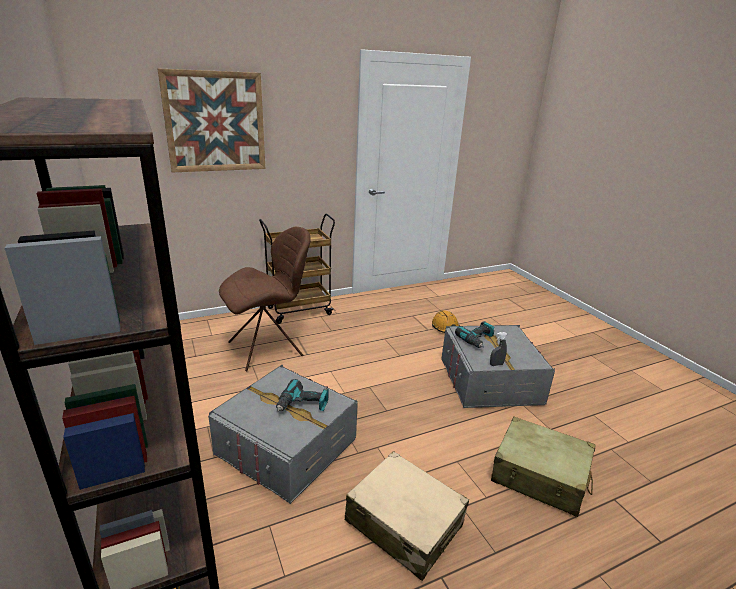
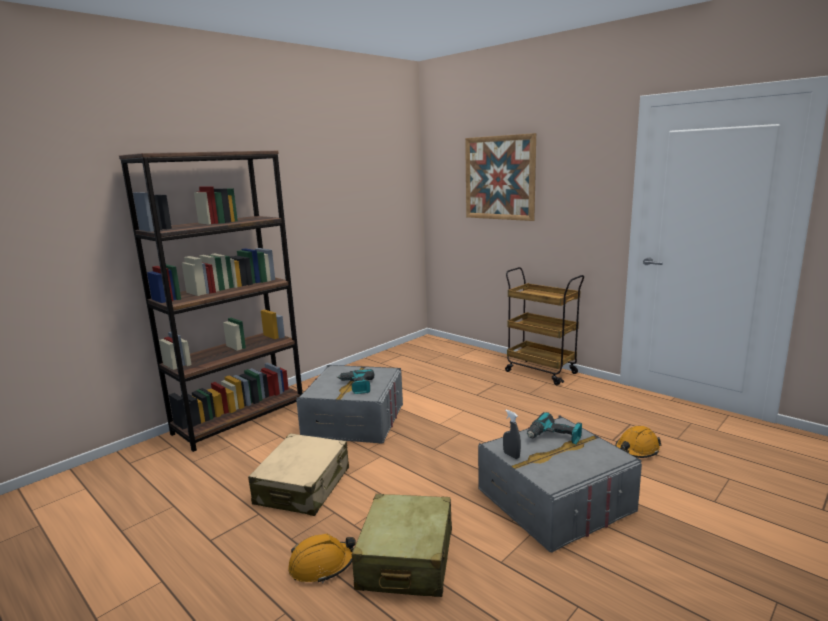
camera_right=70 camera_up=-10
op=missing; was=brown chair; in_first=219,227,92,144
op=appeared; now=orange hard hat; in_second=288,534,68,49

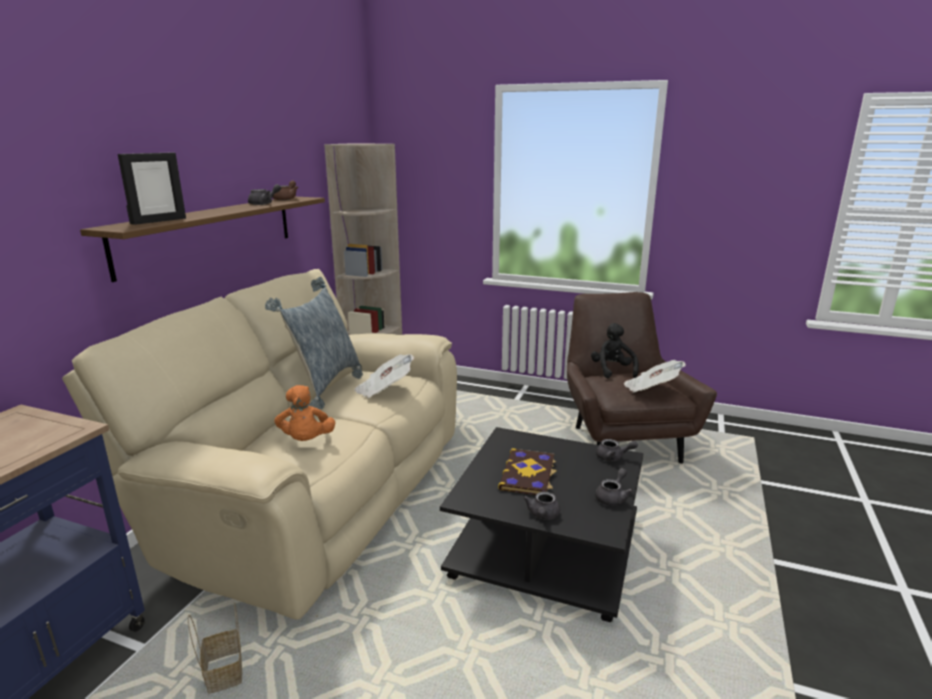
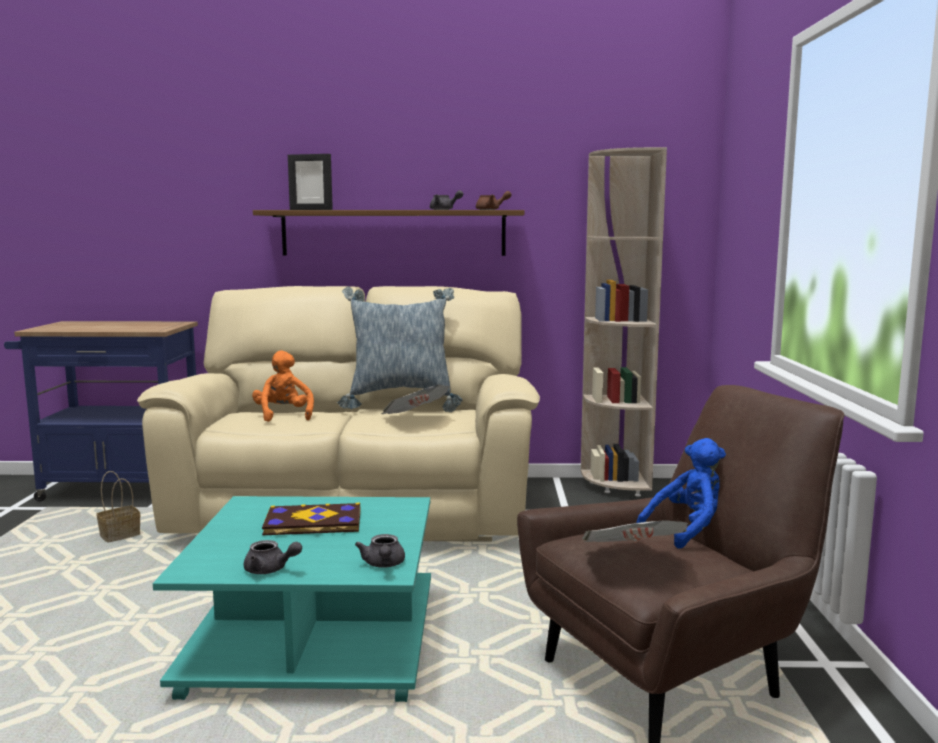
camera_right=70 camera_up=-10
op=missing; was=grey teapot; in_first=523,491,37,29
op=colour; was=black coffee table; now=turquoise coffee table; in_first=440,427,204,195; in_second=153,496,278,206
op=colour; was=black plush toy; now=blue plush toy; in_first=591,323,48,56; in_second=637,438,89,111
op=spun; was=orange plush toy; in_first=274,385,61,56; in_second=252,350,62,72; clockwise=105

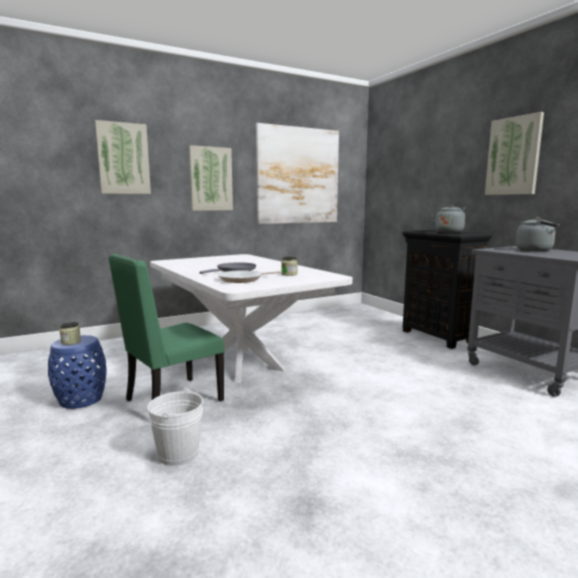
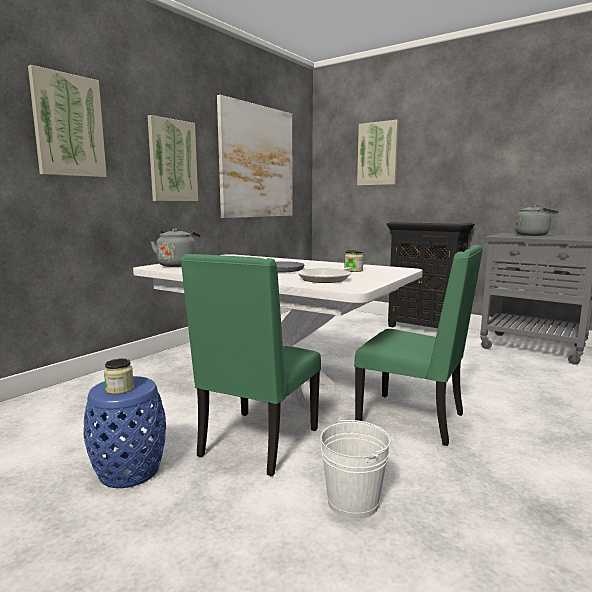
camera_right=-25 camera_up=0
op=appeared; now=green chair; in_second=354,245,129,201
op=relocated; was=grey kettle; in_first=430,205,38,28; in_second=150,228,51,39
op=relocated; was=picture; in_first=485,112,59,83; in_second=357,120,42,66

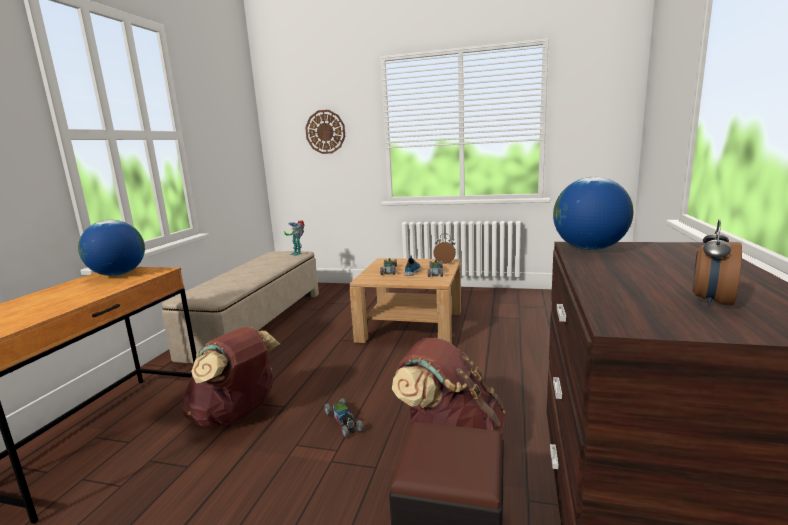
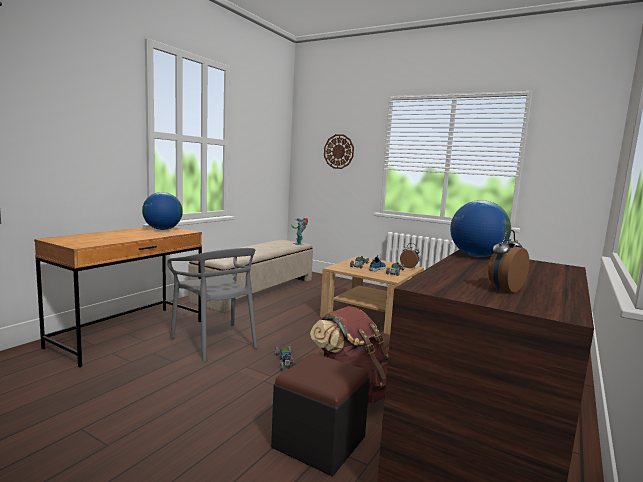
camera_right=15 camera_up=-5
op=exchanged; was=brown backpack; now=grey chair; in_first=181,327,99,100; in_second=167,248,90,114

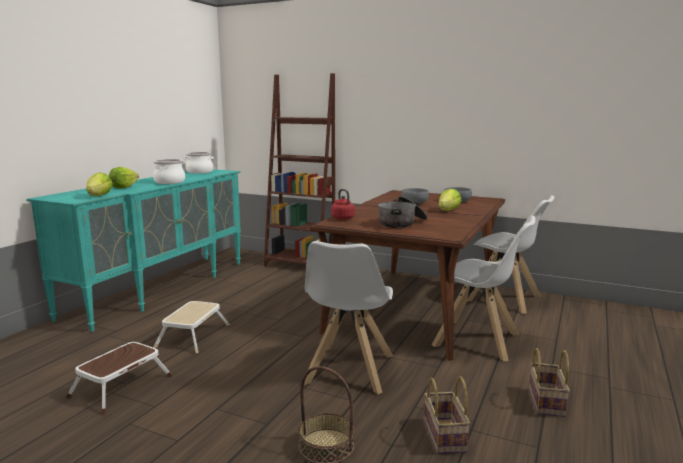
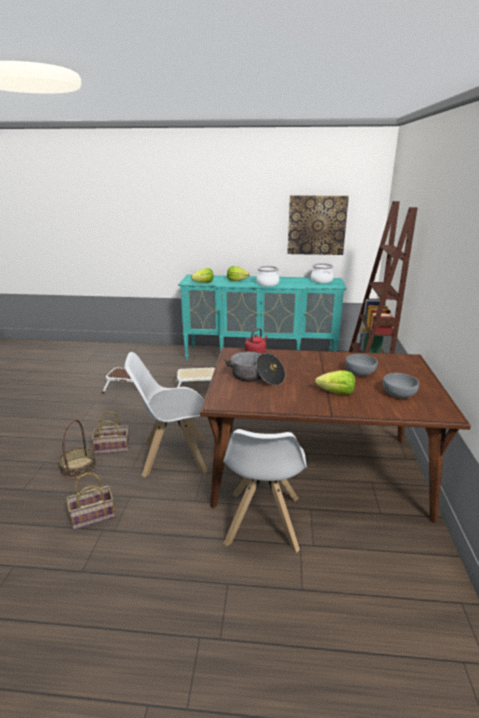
camera_right=70 camera_up=10
op=missing; was=chair; in_first=467,195,88,119
op=appeared; now=picture; in_second=287,195,62,60
op=relocated; was=basket; in_first=529,348,41,69; in_second=92,412,37,43

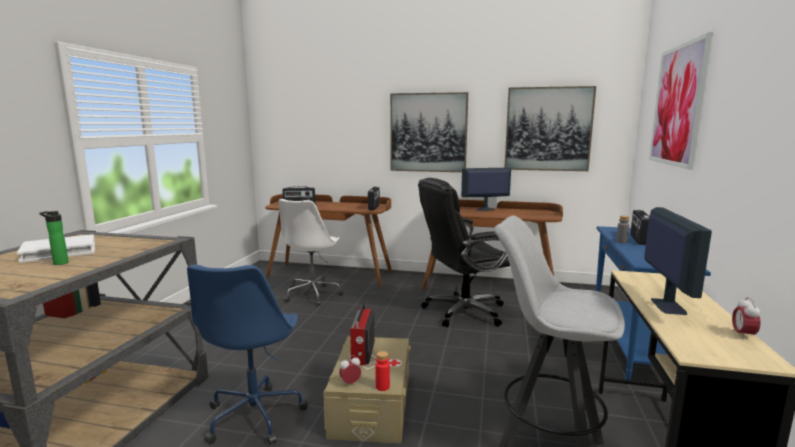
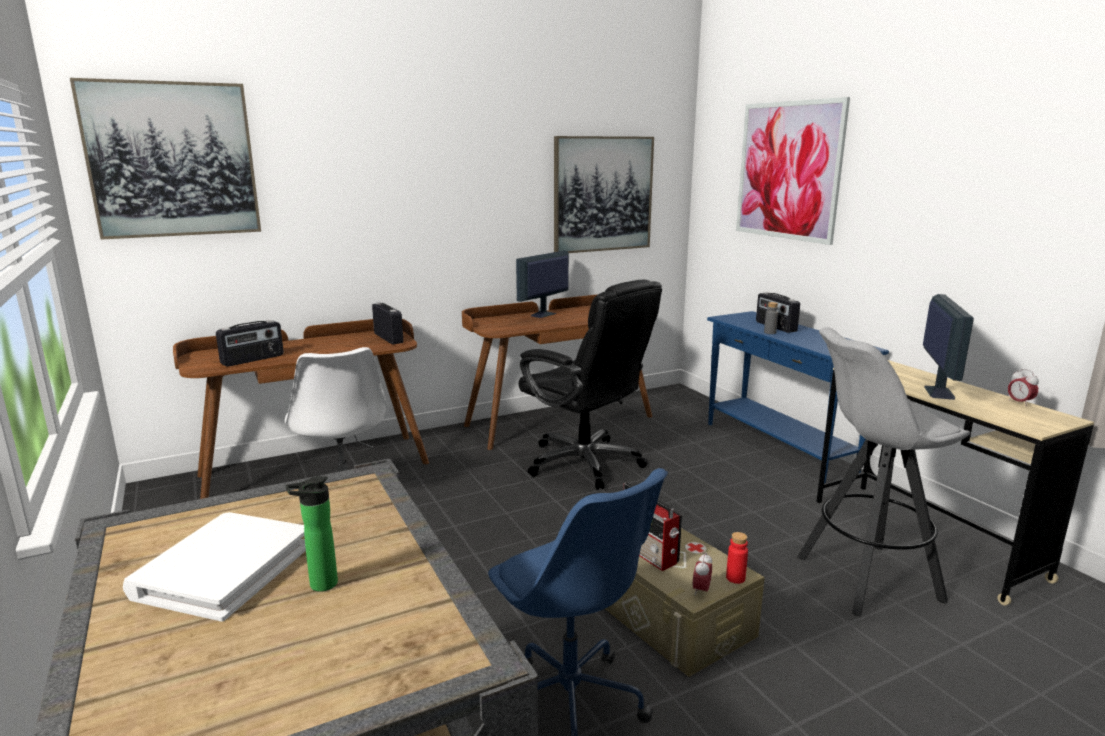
camera_right=-40 camera_up=5
op=relocated; was=picture; in_first=390,92,78,80; in_second=70,78,191,162
op=spun; was=black office chair; in_first=418,178,92,149; in_second=519,280,143,210; clockwise=-75
op=spun; was=monitor; in_first=644,207,68,108; in_second=923,294,51,106; clockwise=45

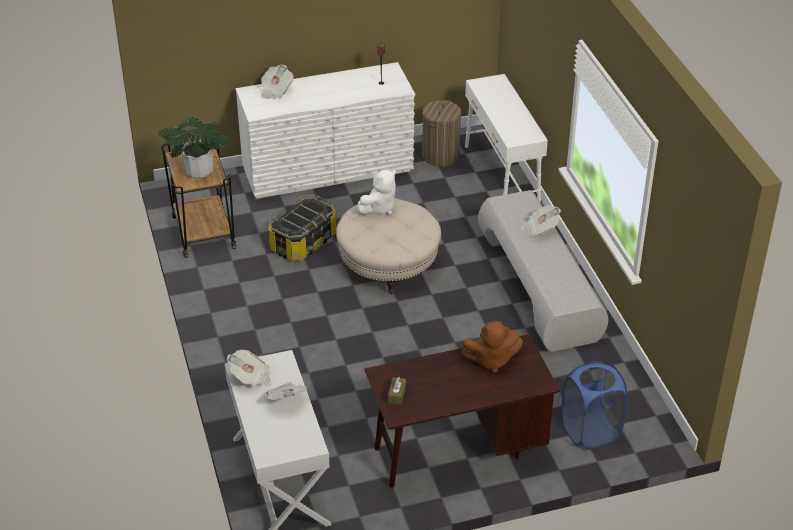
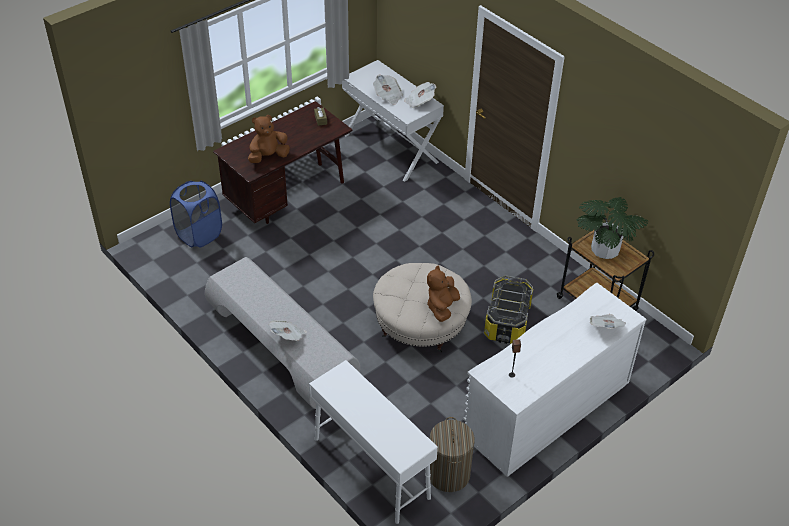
camera_right=155 camera_up=5
op=colour; was=white plush toy; now=brown plush toy; in_first=357,170,39,45; in_second=427,266,33,56

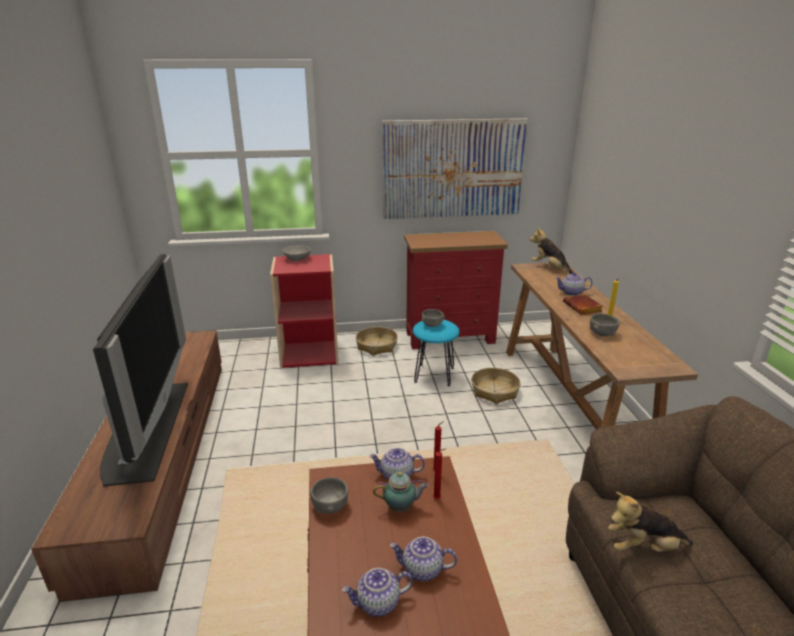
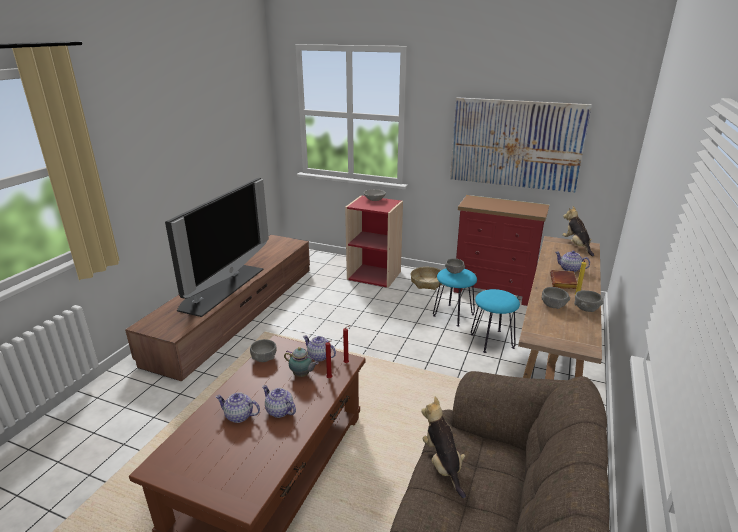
camera_right=30 camera_up=0
op=appeared; now=grey bowl; in_second=574,290,30,22
op=exchanged; was=basket; now=turquoise stool; in_first=471,368,50,36; in_second=470,289,50,64
op=spun; was=plush toy; in_first=608,492,85,60; in_second=421,397,45,102; clockwise=45

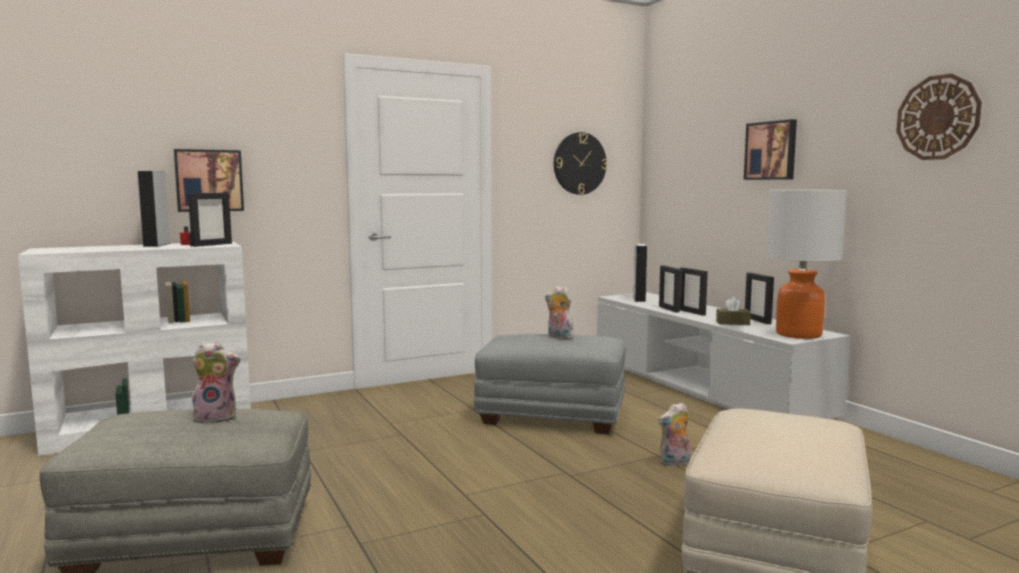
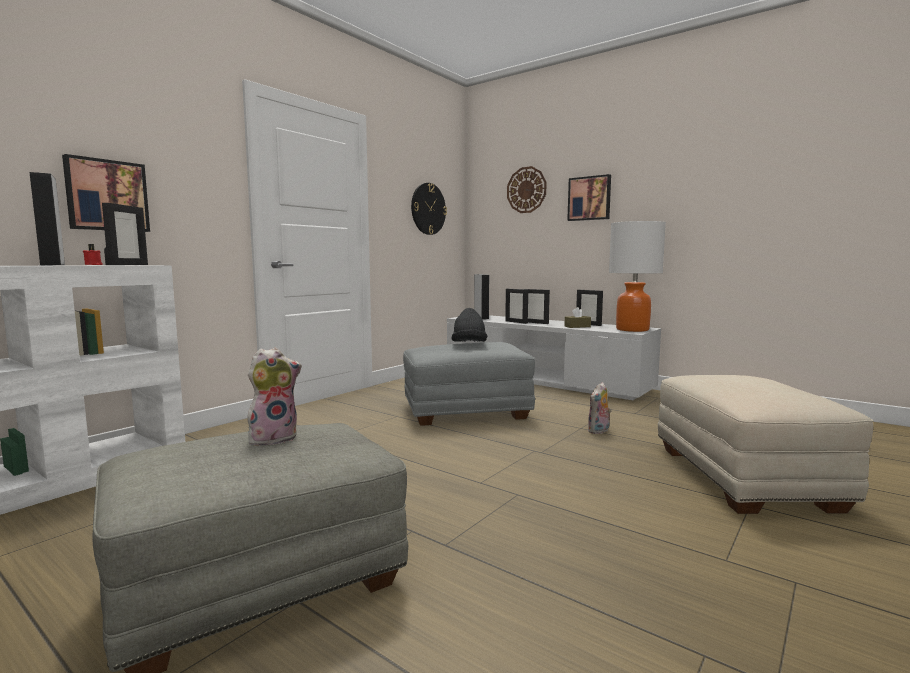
camera_right=-25 camera_up=0
op=relocated; was=wall clock; in_first=896,74,86,86; in_second=507,166,40,47
op=exchanged; was=plush toy; now=black hat; in_first=545,286,31,53; in_second=451,308,36,34

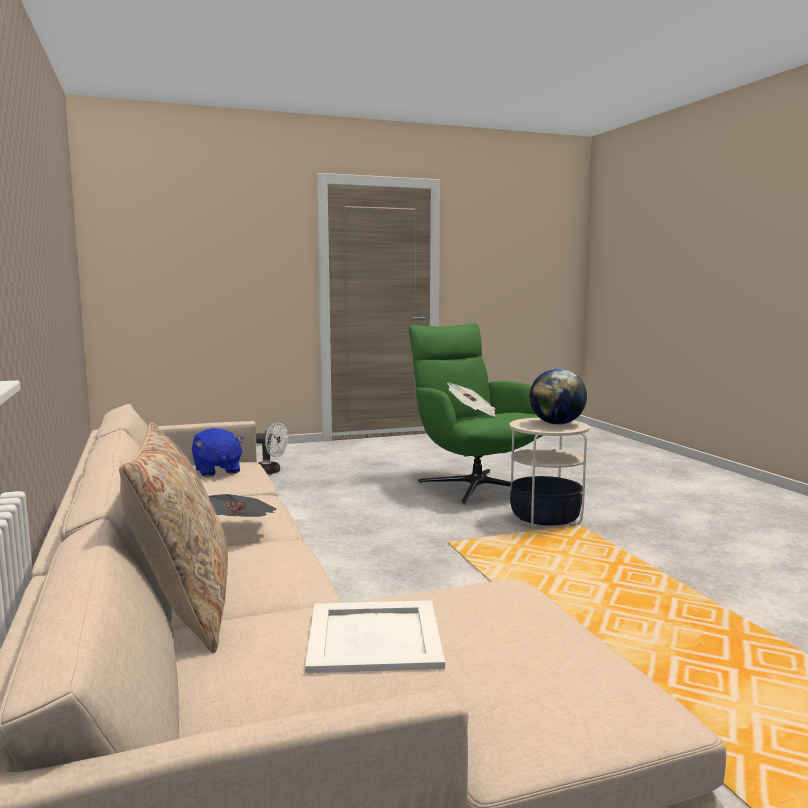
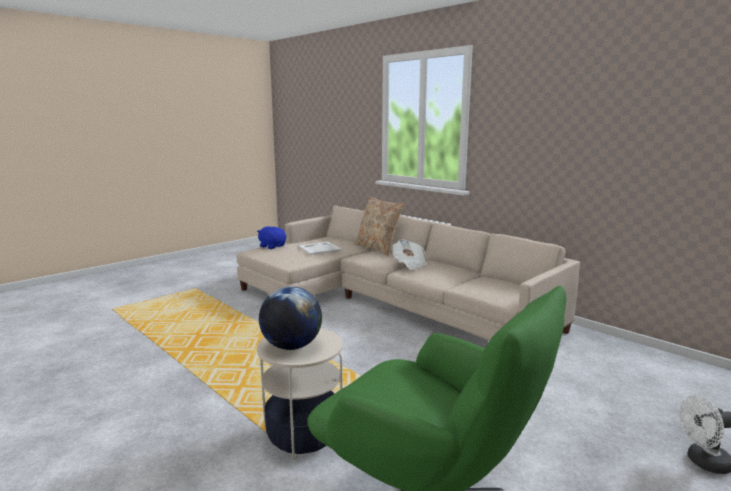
camera_right=155 camera_up=5
op=missing; was=newspaper; in_first=447,383,49,34
op=relocated; was=blue plush toy; in_first=192,428,52,49; in_second=257,226,29,23

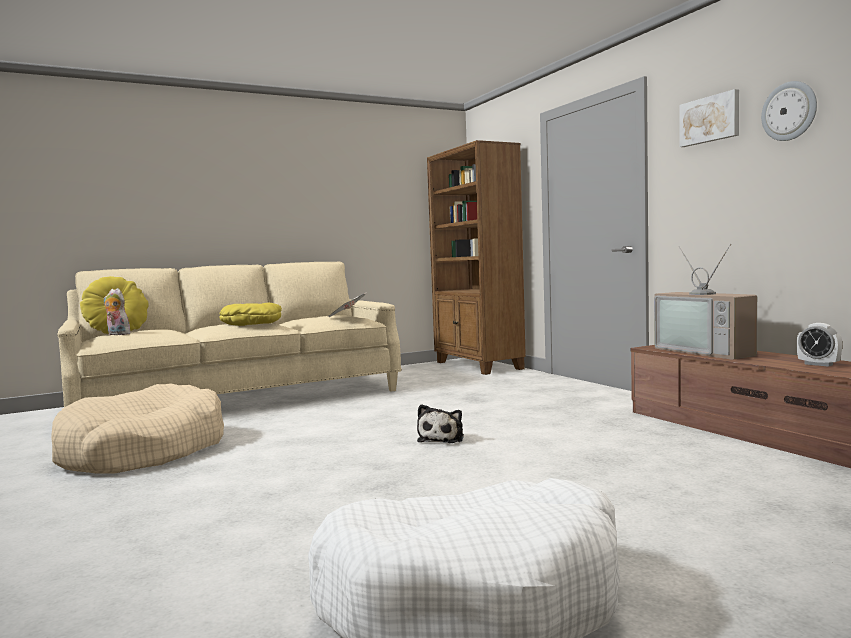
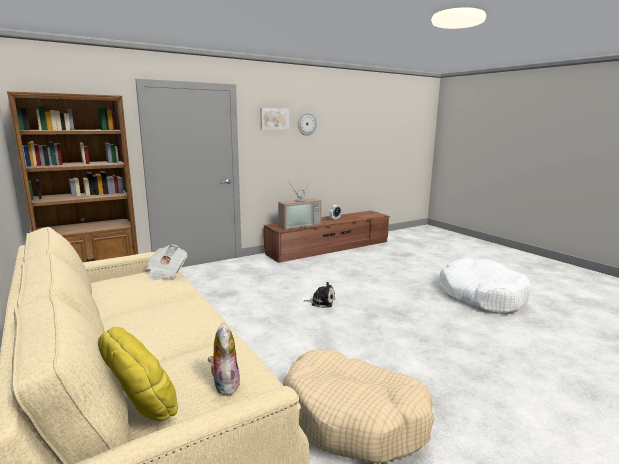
camera_right=-95 camera_up=10
op=missing; was=yellow pillow; in_first=219,303,63,23
op=spun; was=plush toy; in_first=104,288,26,47; in_second=208,323,32,72; clockwise=150

